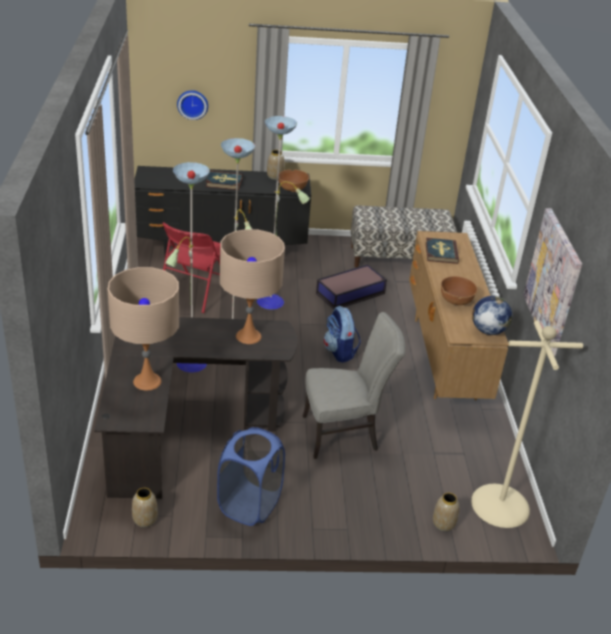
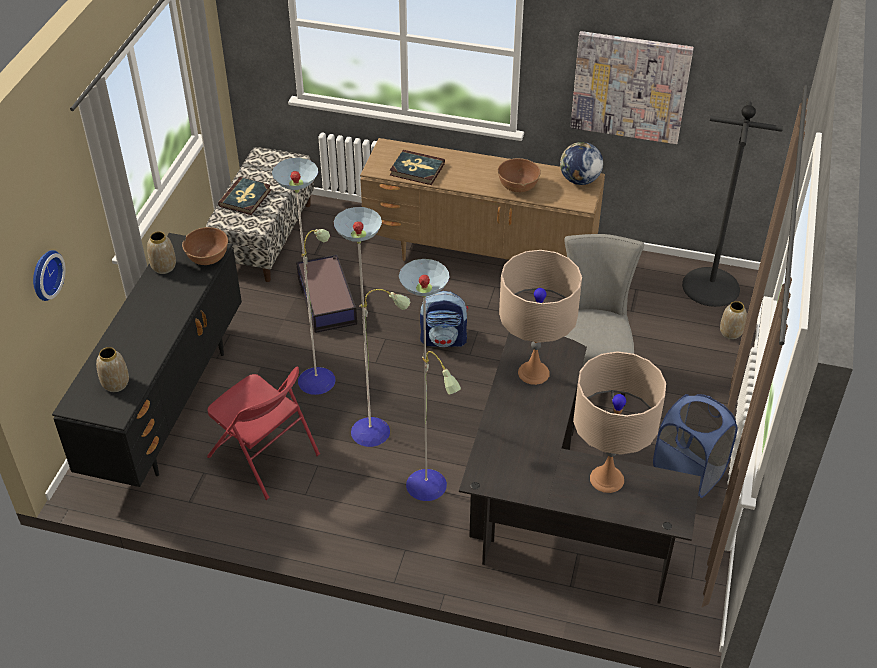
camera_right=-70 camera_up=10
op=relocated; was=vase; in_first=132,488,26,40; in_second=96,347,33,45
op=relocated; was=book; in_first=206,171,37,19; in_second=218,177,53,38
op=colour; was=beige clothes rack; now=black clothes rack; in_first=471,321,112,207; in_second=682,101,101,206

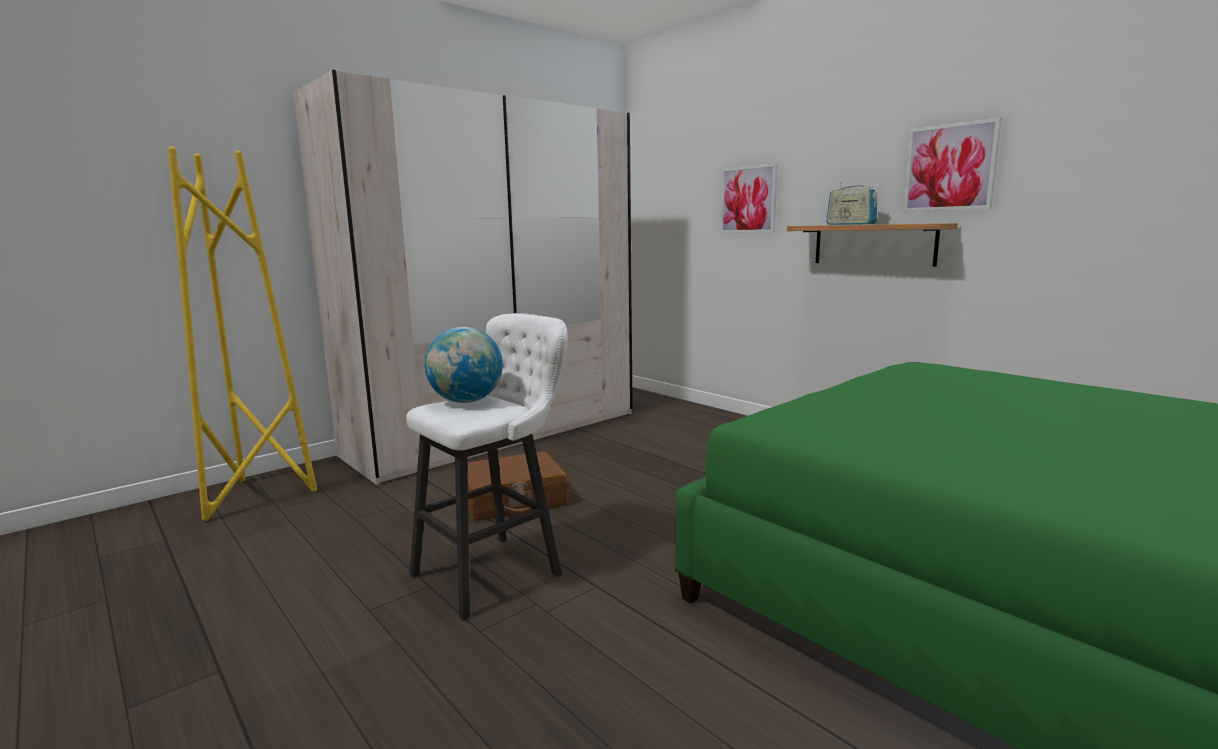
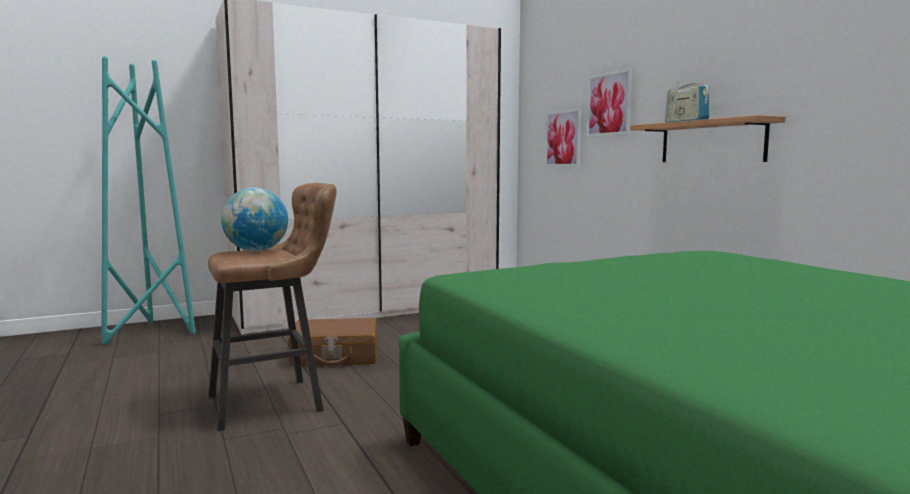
camera_right=15 camera_up=-5
op=relocated; was=picture; in_first=903,118,99,94; in_second=545,108,37,58
op=colour; was=yellow clothes rack; now=turquoise clothes rack; in_first=168,146,149,375; in_second=102,56,94,289
op=colour; was=white stool; now=brown stool; in_first=406,313,162,308; in_second=208,183,129,248

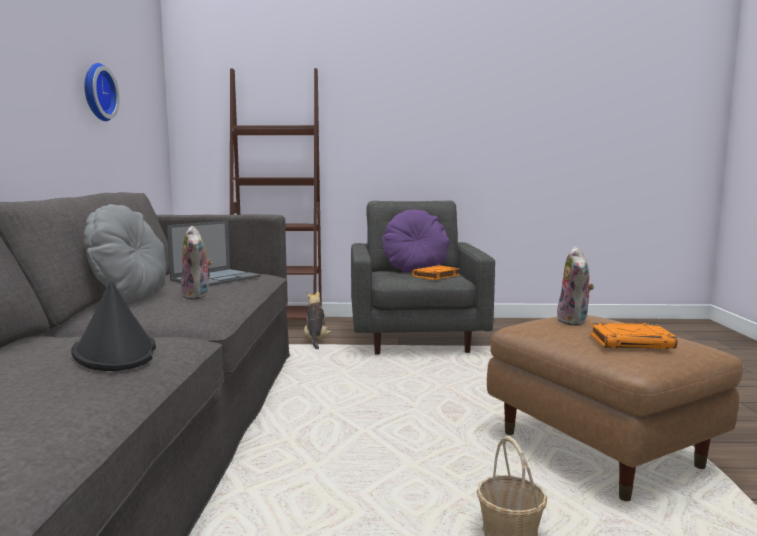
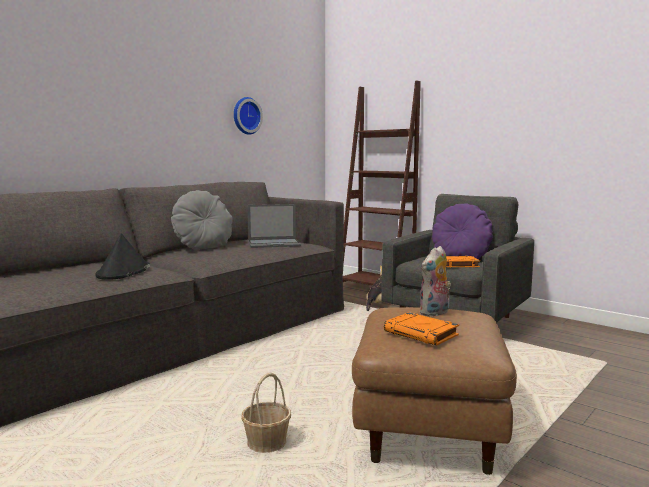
camera_right=40 camera_up=0
op=missing; was=plush toy; in_first=181,226,32,74

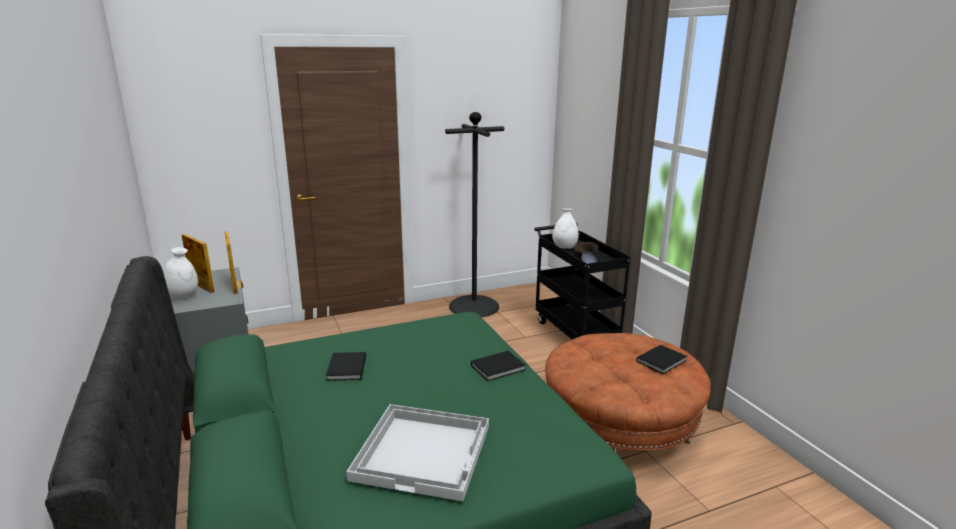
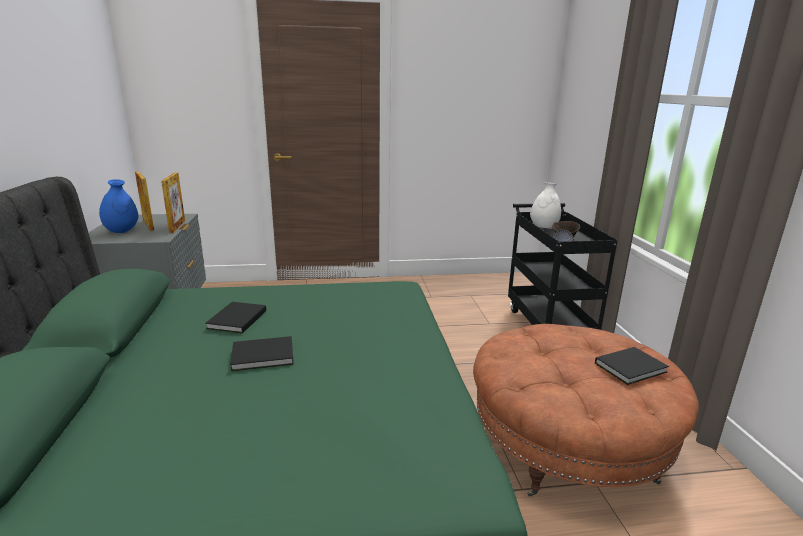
camera_right=15 camera_up=0
op=missing; was=white tray; in_first=346,404,143,97
op=missing; was=black clothes rack; in_first=445,112,59,205
op=relocated; was=black book; in_first=471,351,55,30; in_second=230,336,64,35
op=colour; was=white vase; now=blue vase; in_first=163,247,35,53; in_second=99,179,39,54

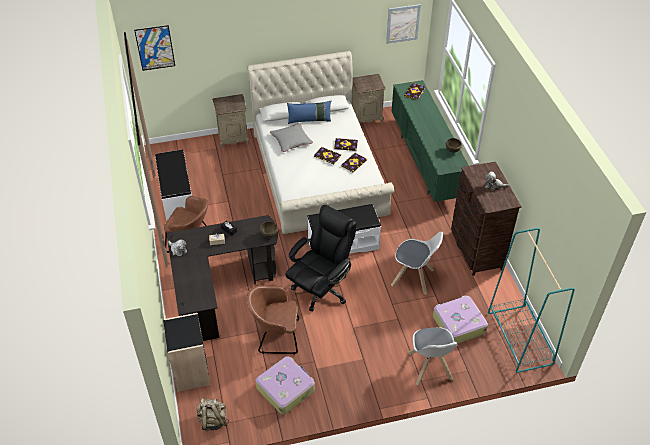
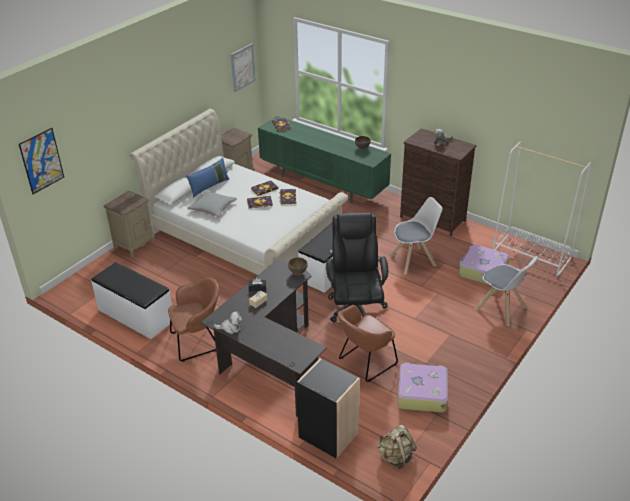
camera_right=-40 camera_up=-10
op=colour; was=turquoise clothes rack; now=white clothes rack; in_first=488,228,87,145; in_second=493,142,99,135

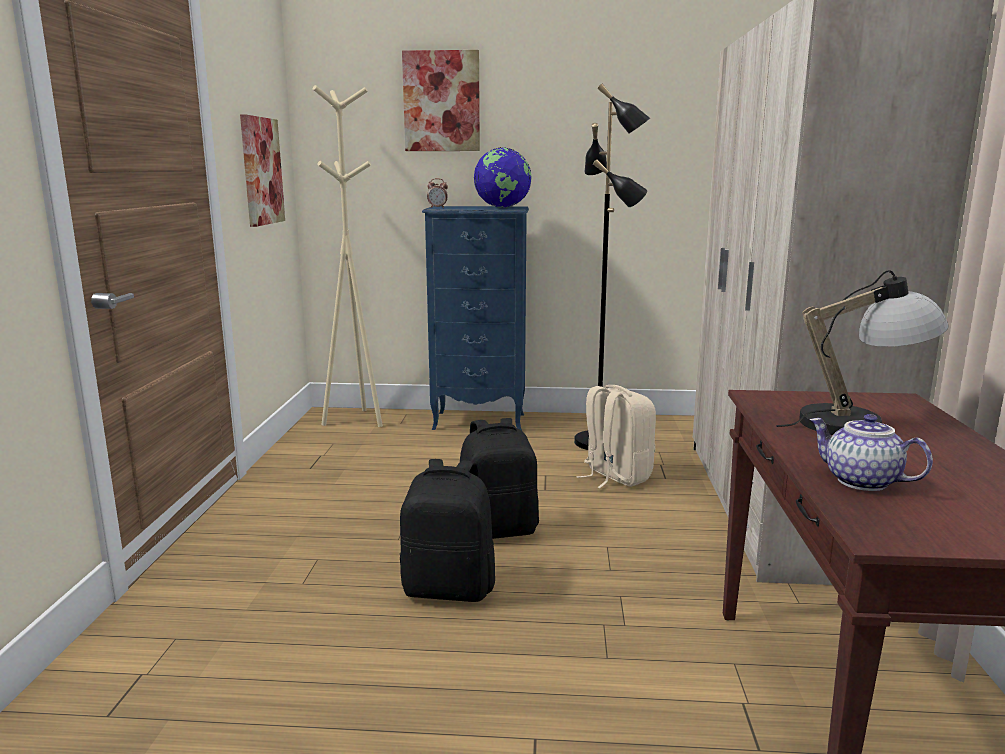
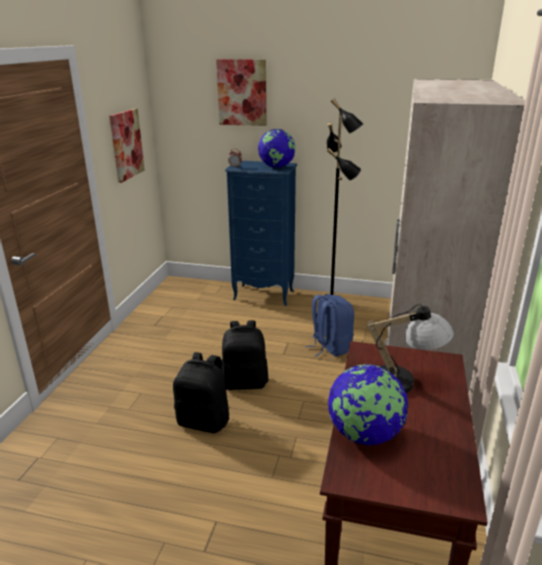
camera_right=10 camera_up=10
op=missing; was=beige clothes rack; in_first=313,85,70,342
op=exchanged; was=teapot; now=globe; in_first=809,414,124,77; in_second=328,364,81,82
op=colour; was=beige backpack; now=blue backpack; in_first=576,385,80,103; in_second=305,294,49,63

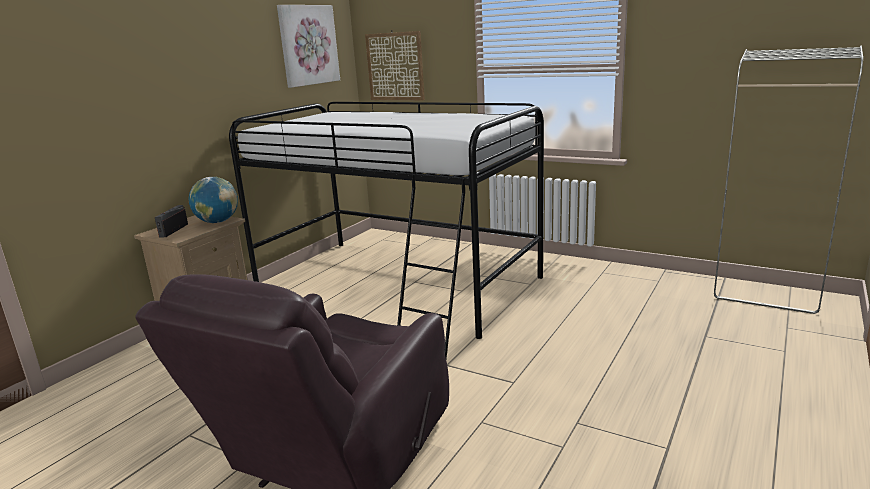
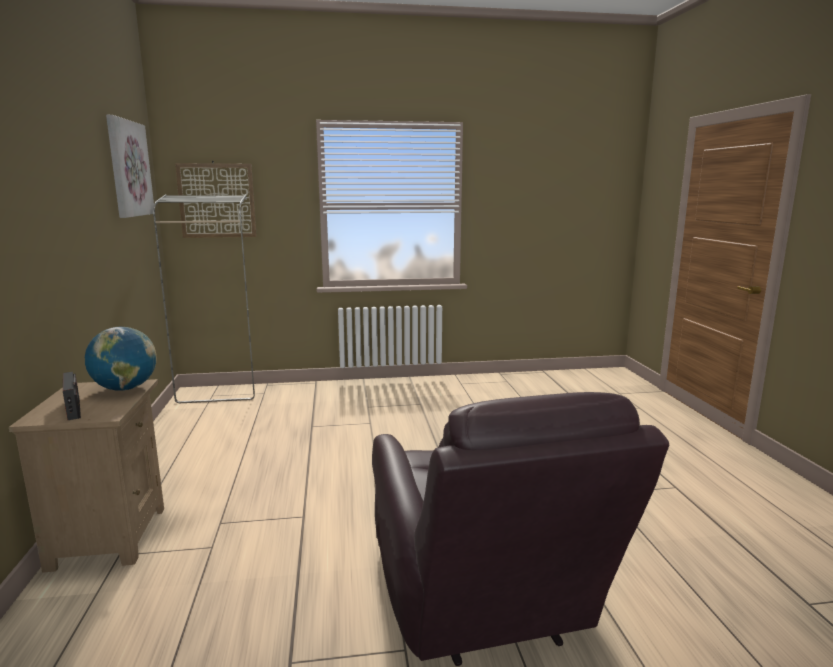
camera_right=-40 camera_up=-5
op=missing; was=black bed; in_first=229,102,315,256
op=relocated; was=grey clothes rack; in_first=714,46,150,268; in_second=153,194,102,209

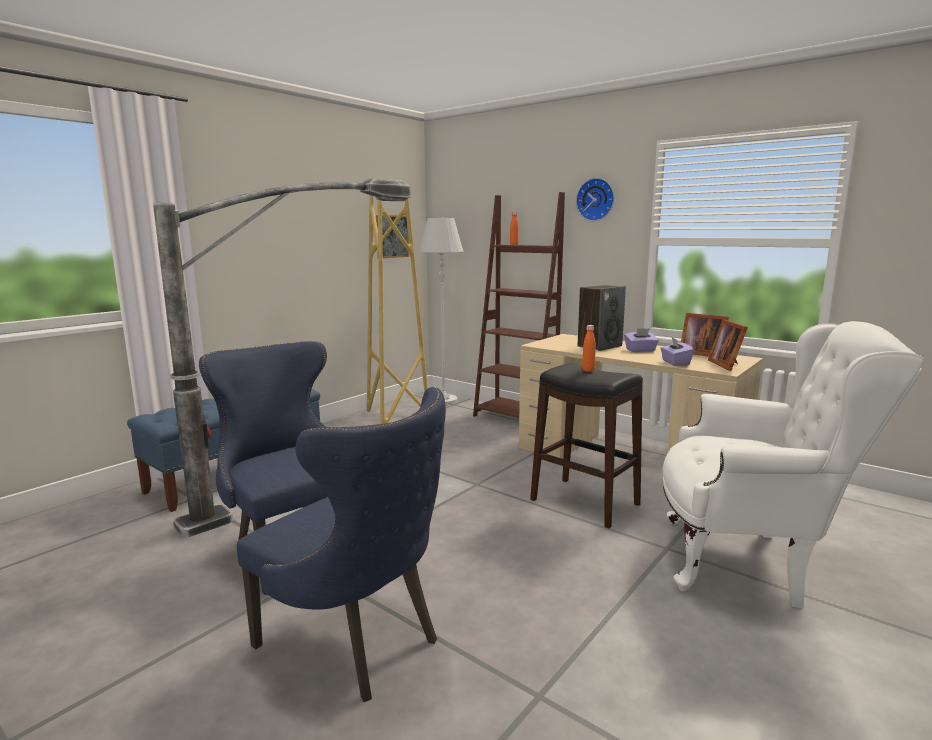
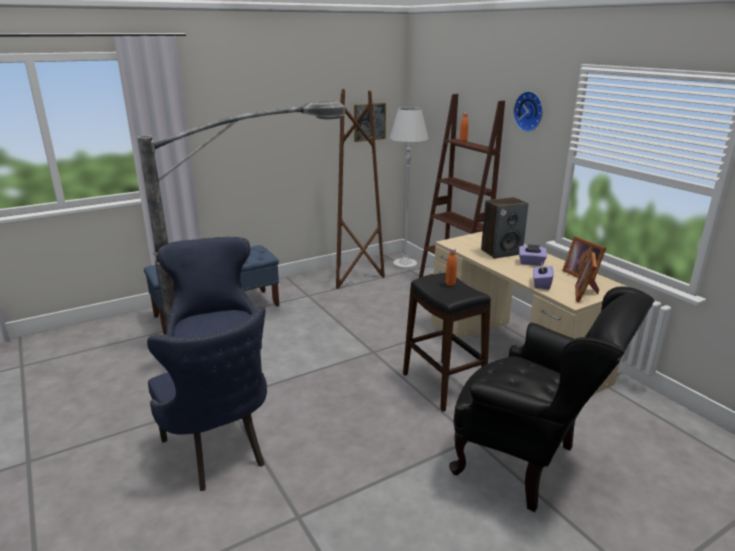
camera_right=20 camera_up=10
op=colour; was=yellow clothes rack; now=brown clothes rack; in_first=367,195,61,229; in_second=336,89,49,200
op=colour; was=white armchair; now=black armchair; in_first=662,321,262,287; in_second=449,286,205,226

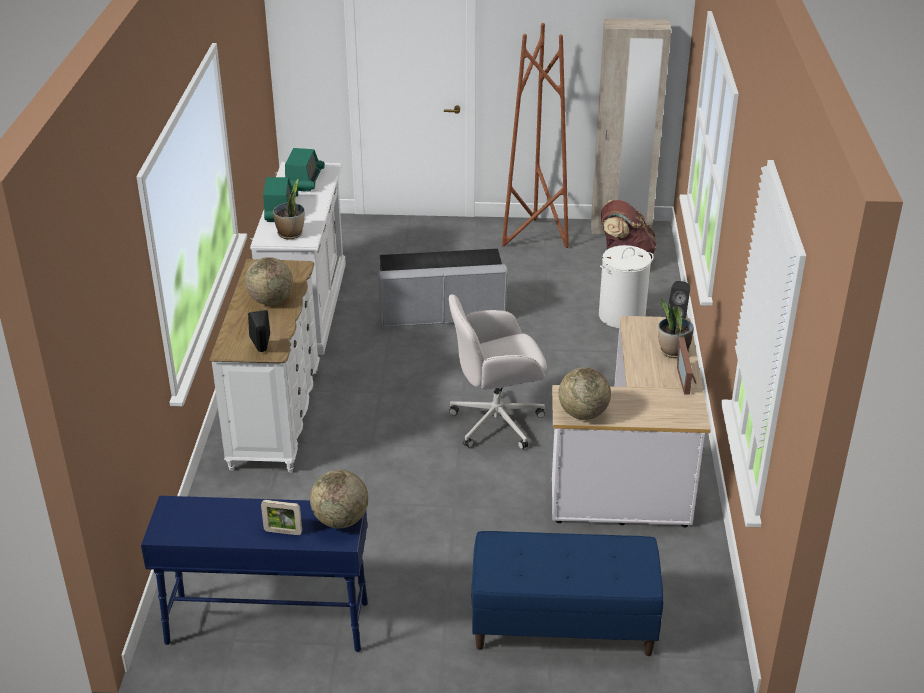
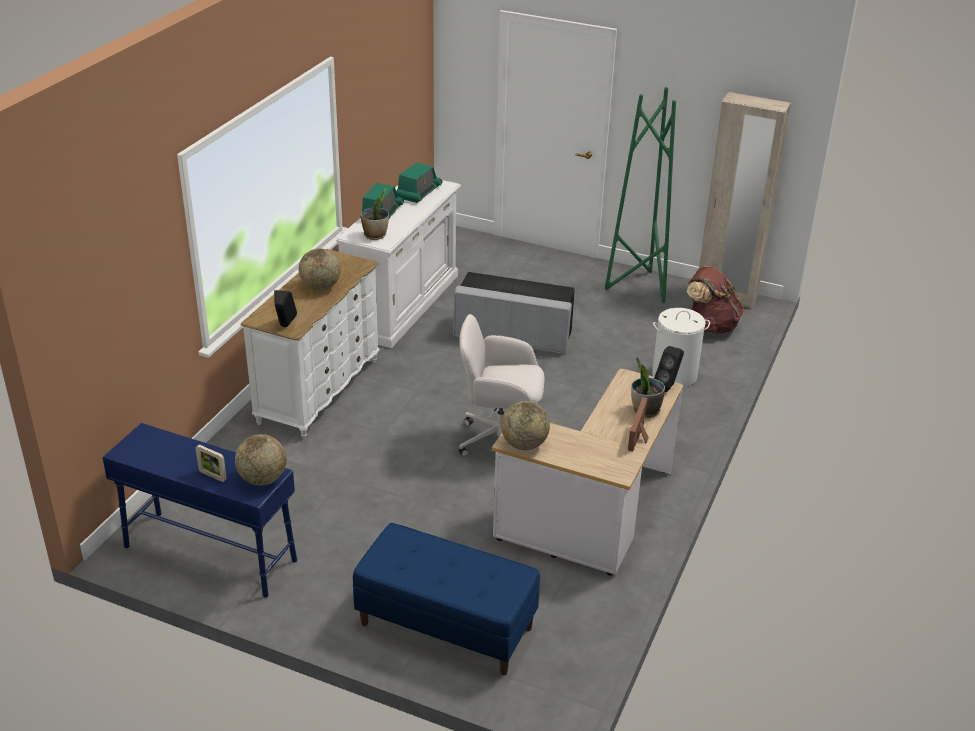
camera_right=20 camera_up=0
op=colour; was=brown clothes rack; now=green clothes rack; in_first=502,23,67,225; in_second=605,87,71,216

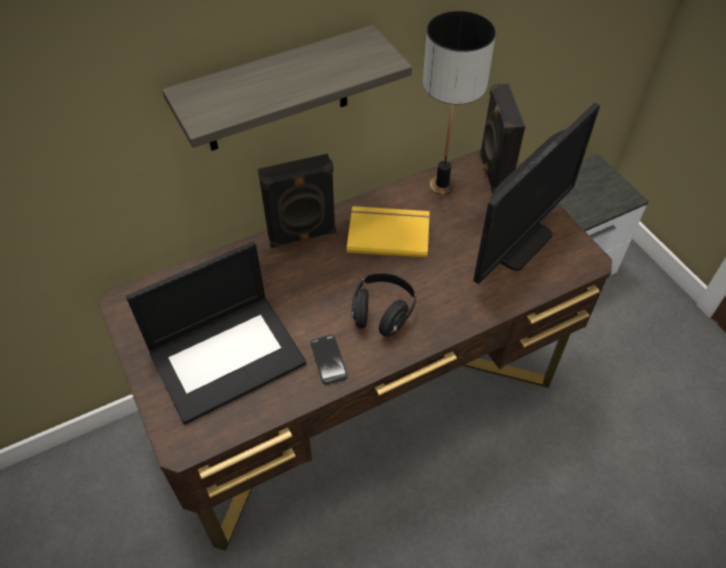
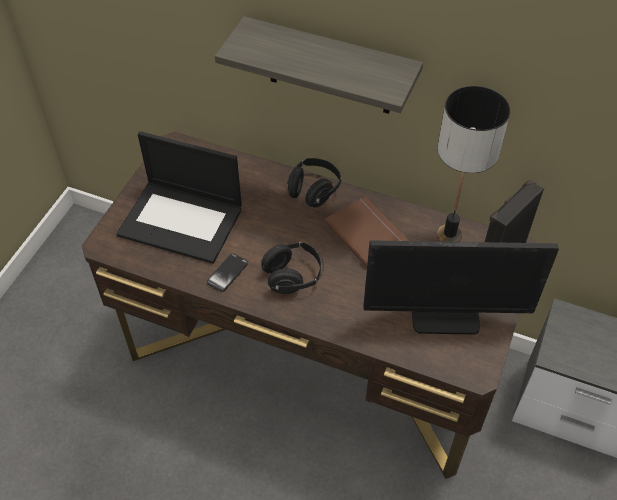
camera_right=50 camera_up=0
op=exchanged; was=black speaker; now=black headphones; in_first=258,154,78,94; in_second=287,158,54,49
op=colour; was=yellow book; now=brown book; in_first=347,206,83,52; in_second=325,197,84,71

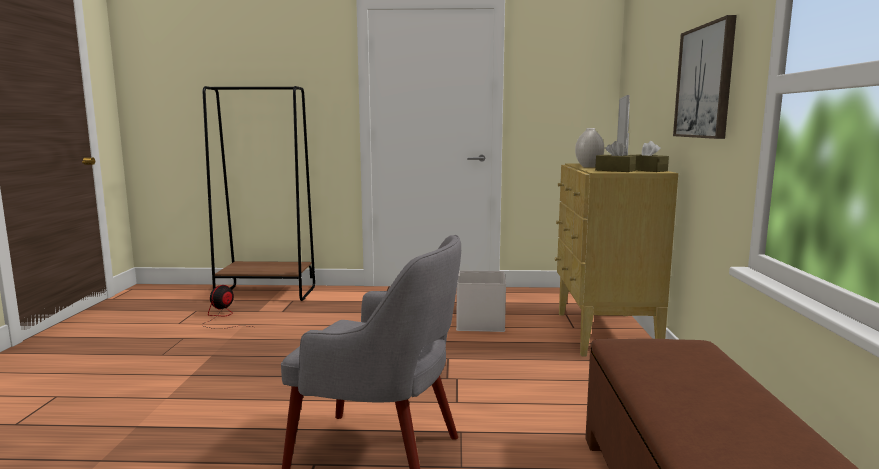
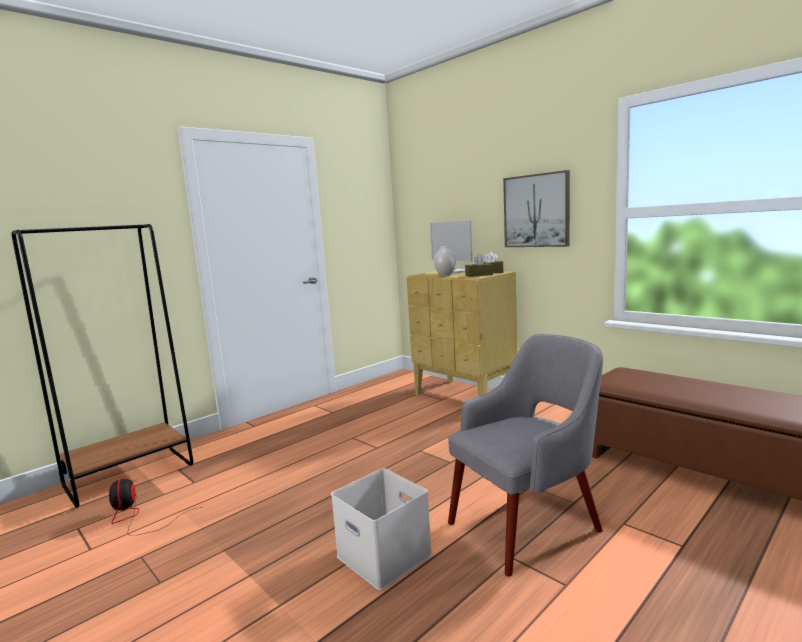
camera_right=-45 camera_up=0
op=relocated; was=white storage box; in_first=456,270,50,62; in_second=331,468,101,122

